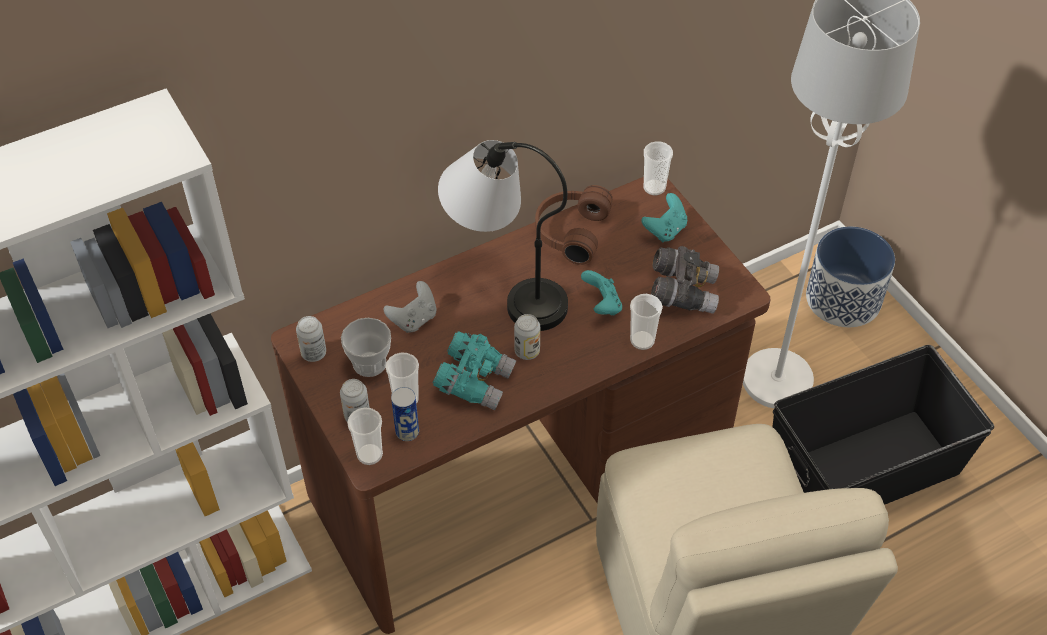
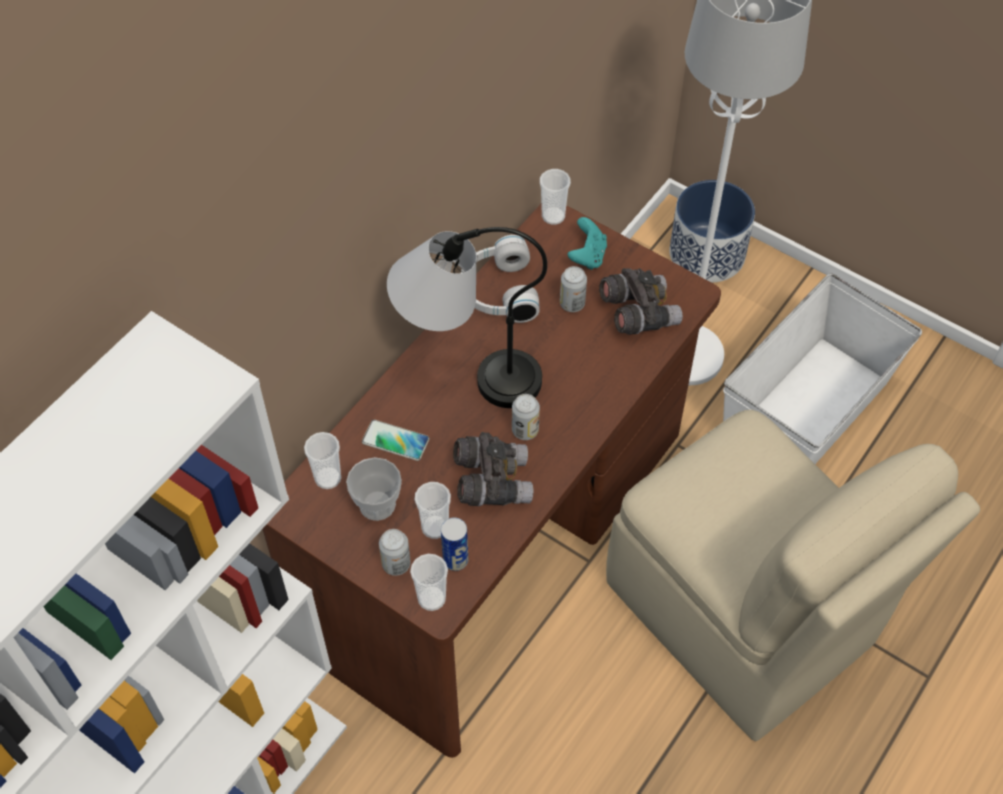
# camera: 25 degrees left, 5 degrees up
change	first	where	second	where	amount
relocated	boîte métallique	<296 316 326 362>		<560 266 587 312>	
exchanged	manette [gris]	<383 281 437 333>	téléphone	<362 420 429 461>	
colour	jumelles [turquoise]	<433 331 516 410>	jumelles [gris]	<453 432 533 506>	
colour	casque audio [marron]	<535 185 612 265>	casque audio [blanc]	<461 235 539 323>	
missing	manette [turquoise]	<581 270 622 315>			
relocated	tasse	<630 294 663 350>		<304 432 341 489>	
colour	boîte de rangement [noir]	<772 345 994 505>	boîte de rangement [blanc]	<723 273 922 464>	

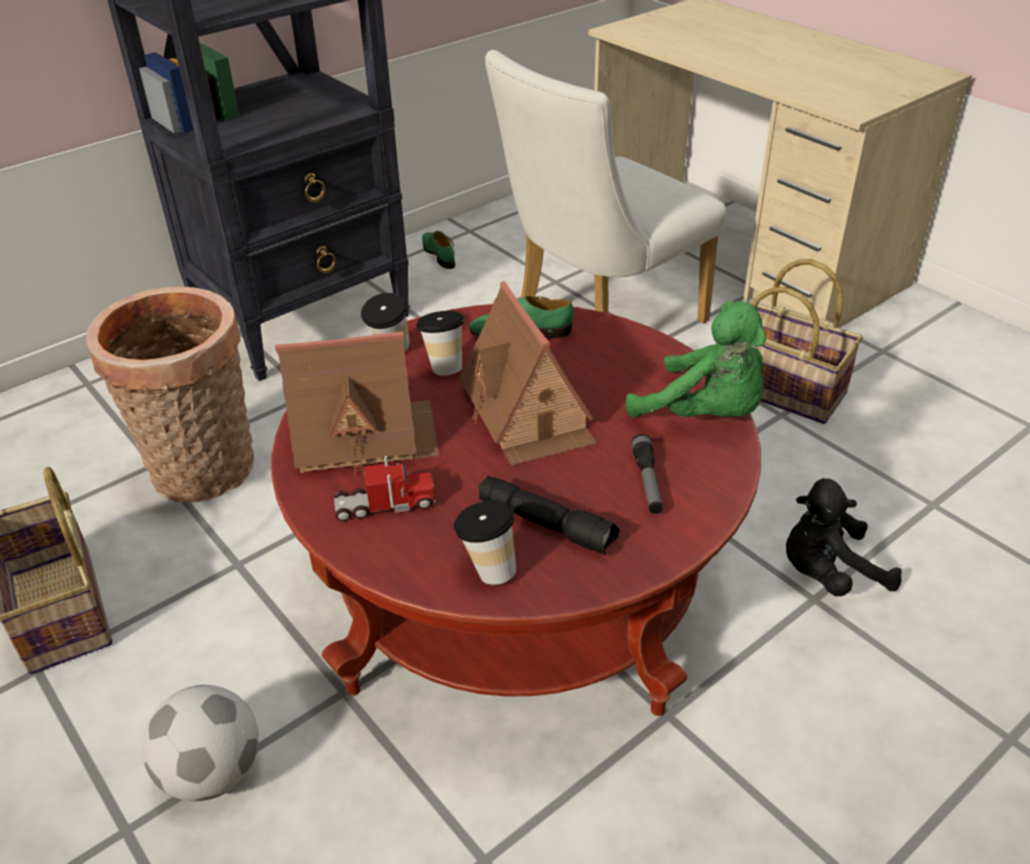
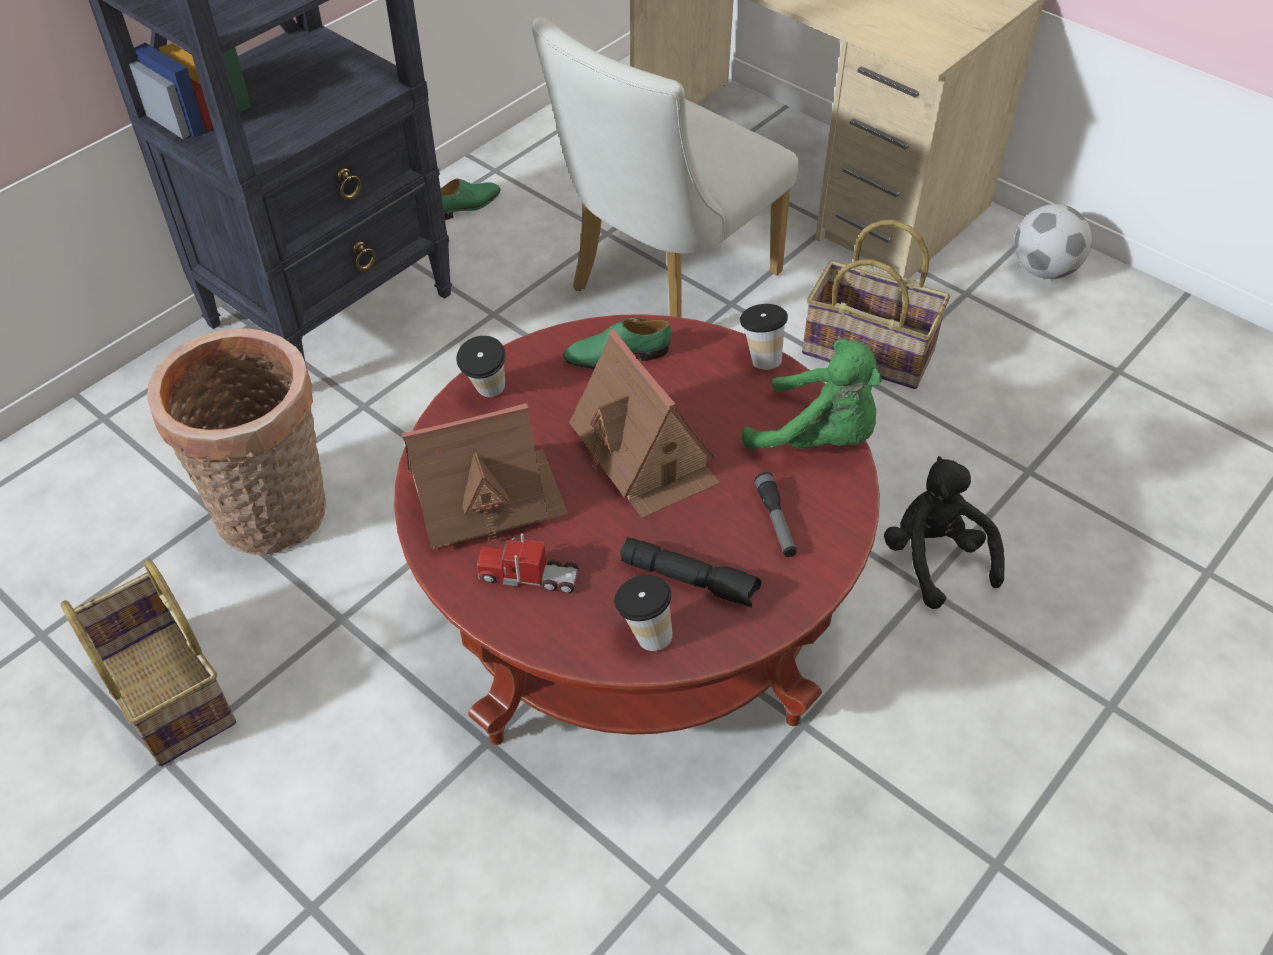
# camera: 10 degrees left, 10 degrees up
change	first	where	second	where	amount
relocated	ballon de foot	<142 685 259 801>		<1014 204 1092 279>	
spun	camion jouet	<333 456 436 521>		<477 533 579 593>	150 degrees counterclockwise
relocated	tasse	<416 311 464 376>		<740 304 788 370>	
spun	chaussure [vert]	<422 231 455 269>		<440 179 500 220>	90 degrees clockwise
spun	peluche [noir]	<786 478 902 596>		<884 456 1004 609>	90 degrees clockwise

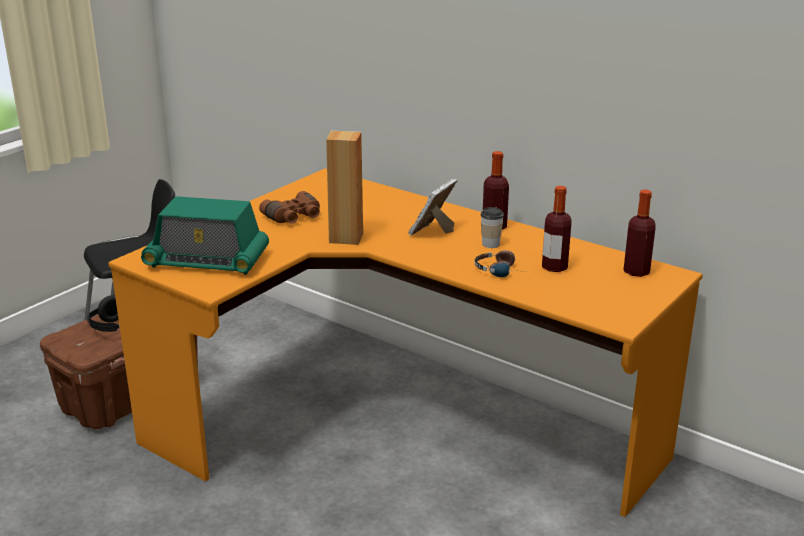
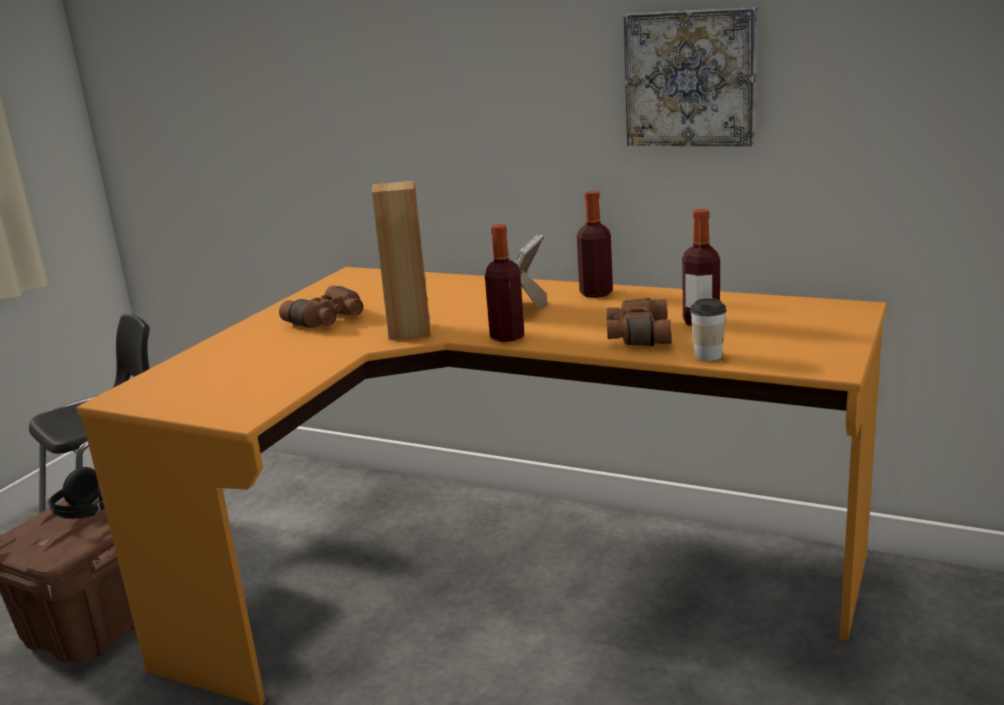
# camera: 10 degrees left, 5 degrees down
change	first	where	second	where	amount
missing	radio	<141 196 269 275>			
exchanged	casque audio	<474 250 526 277>	jumelles [marron]	<607 298 672 346>	
relocated	tasse	<481 207 504 248>		<690 298 727 361>	
relocated	bouteille	<623 189 656 277>		<485 224 524 342>	
appeared			tableau	<623 7 757 146>	

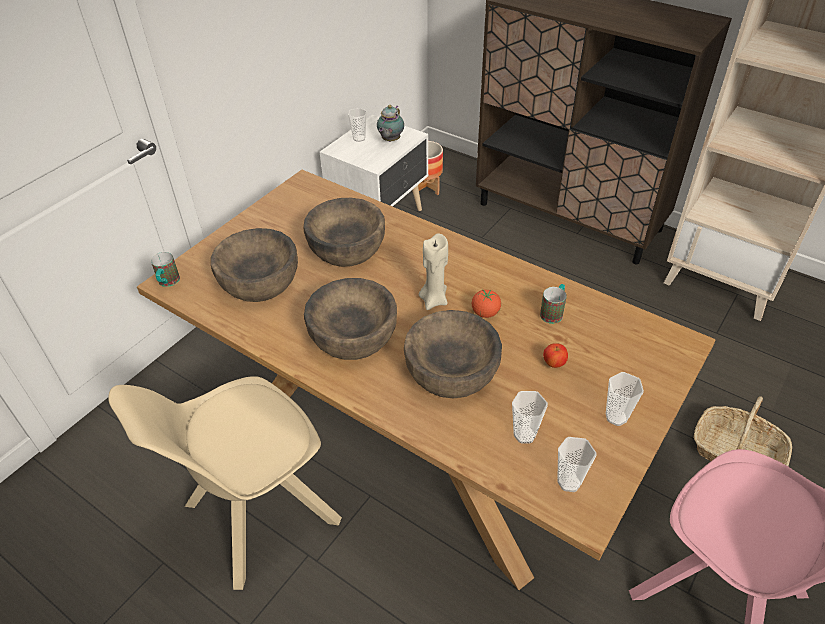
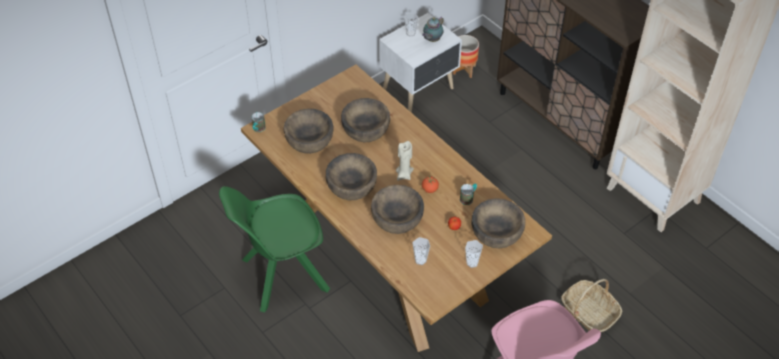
# camera: 15 degrees right, 5 degrees up
change	first	where	second	where	amount
colour	chaise [beige]	<108 376 342 590>	chaise [vert]	<219 186 330 312>	
missing	tasse	<557 437 597 492>			
appeared			bol [marron]	<471 198 525 248>	

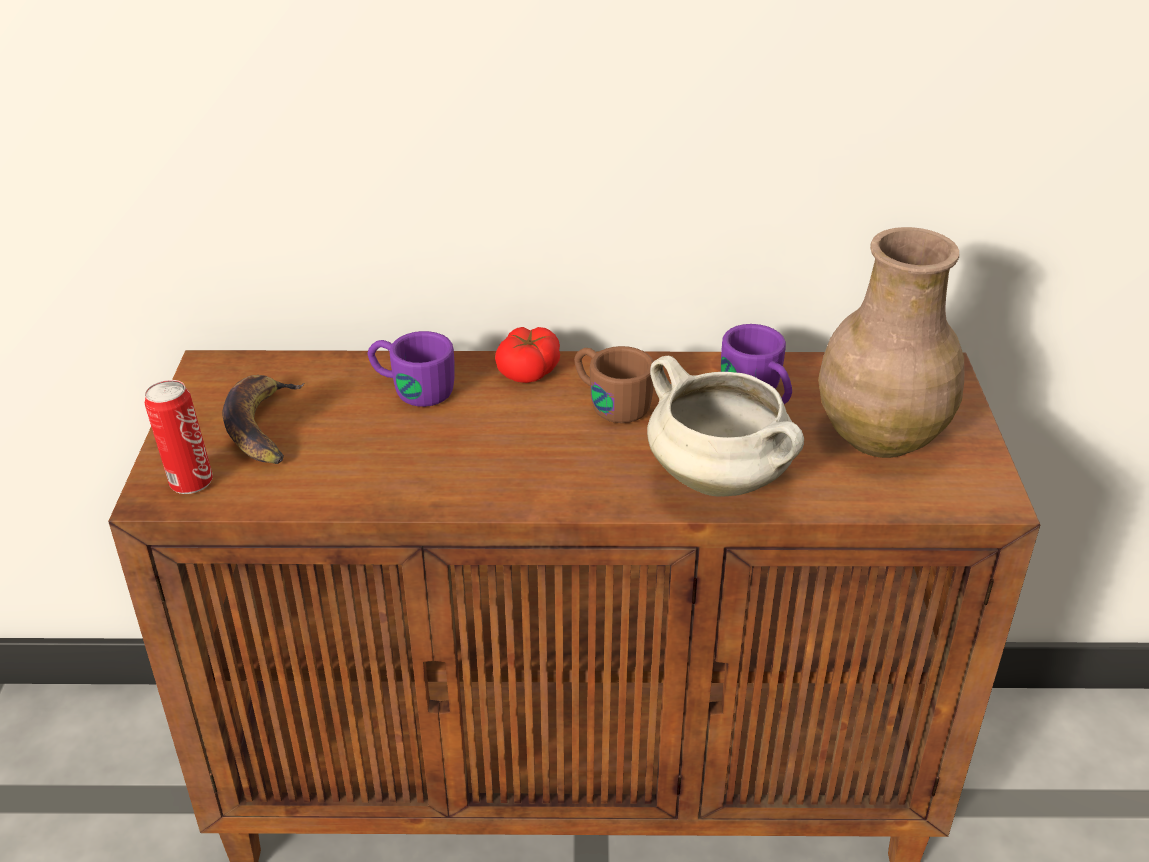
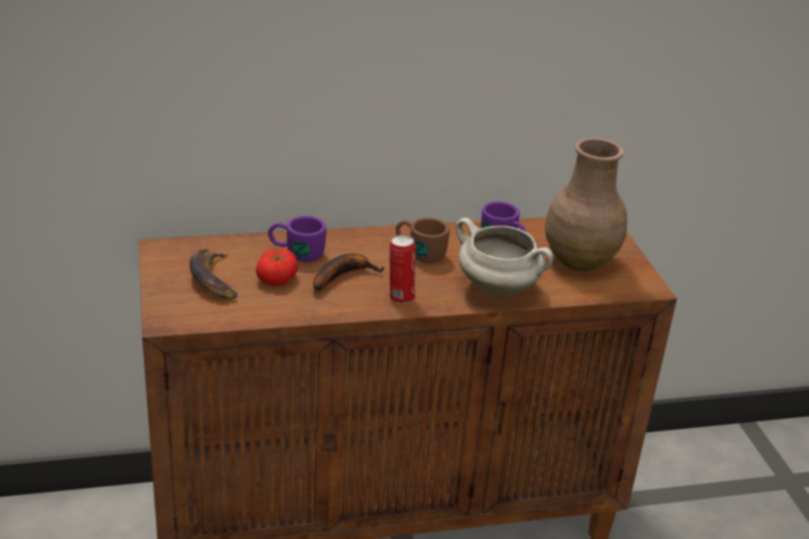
# camera: 15 degrees left, 5 degrees down
change	first	where	second	where	amount
relocated	boîte métallique	<145 380 213 494>		<389 235 416 304>	
relocated	tomate	<495 327 560 383>		<256 249 298 286>	
appeared			banane	<313 253 384 291>	

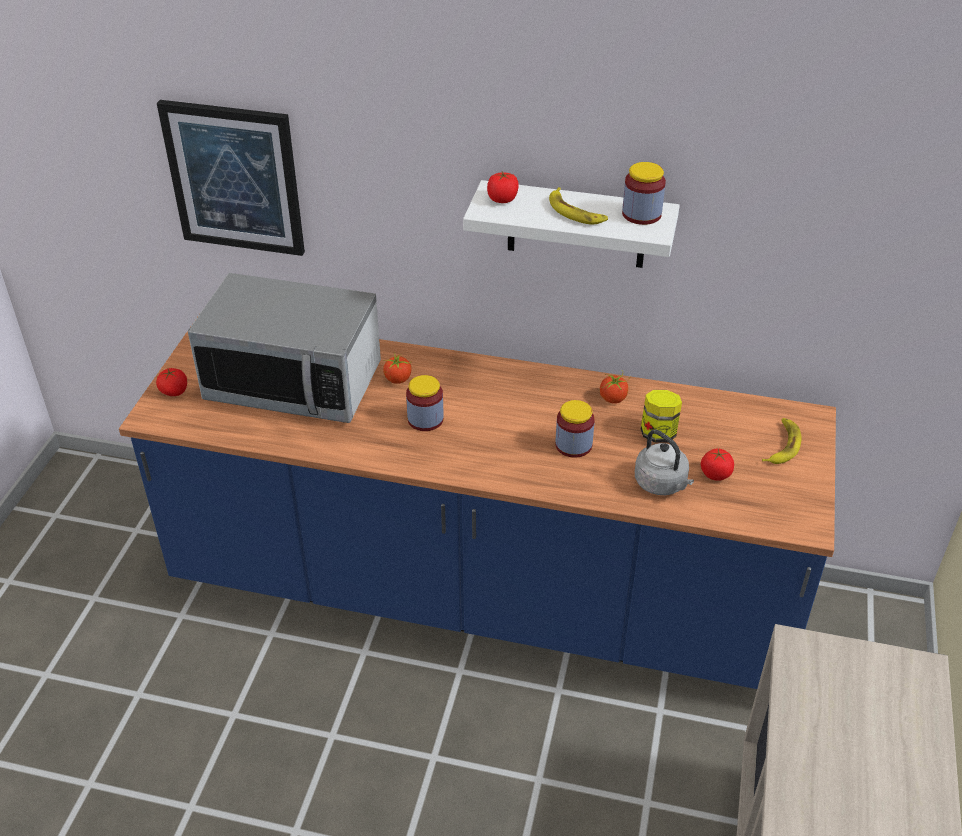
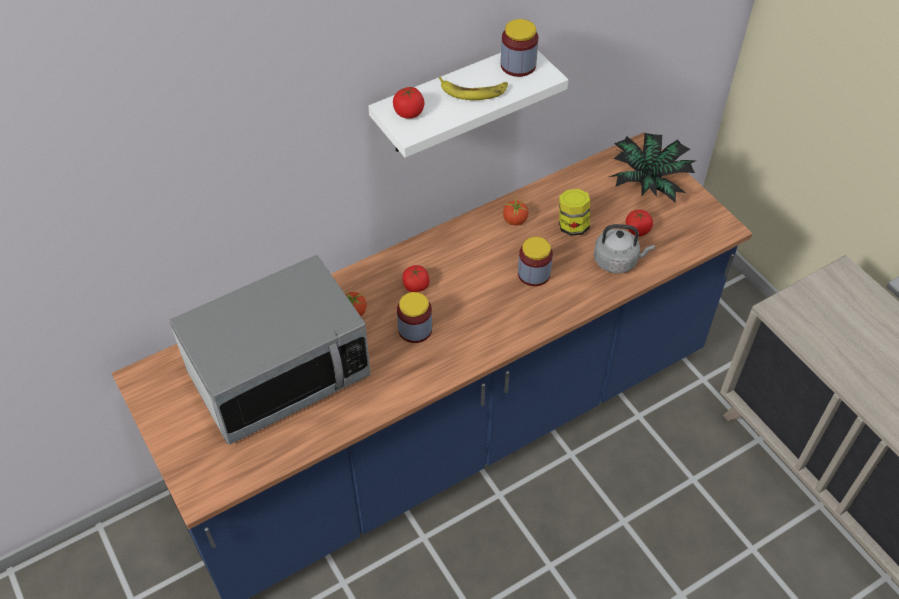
# camera: 45 degrees left, 10 degrees up
change	first	where	second	where	amount
relocated	tomate	<156 368 187 396>		<402 265 429 292>	
missing	tableau	<157 100 305 256>			
exchanged	banane	<762 418 801 464>	plante en pot	<610 133 697 203>	

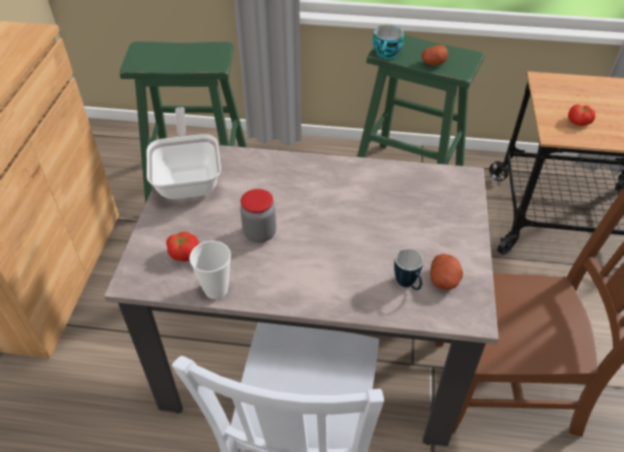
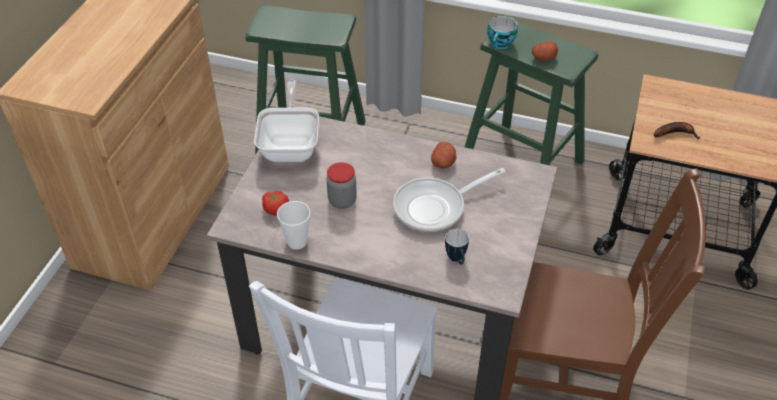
# camera: 10 degrees right, 0 degrees up
change	first	where	second	where	amount
relocated	pomme de terre	<430 254 463 290>		<431 142 457 169>	
exchanged	tomate	<568 104 595 126>	banane	<654 122 700 139>	
appeared			poêle	<393 168 506 232>	

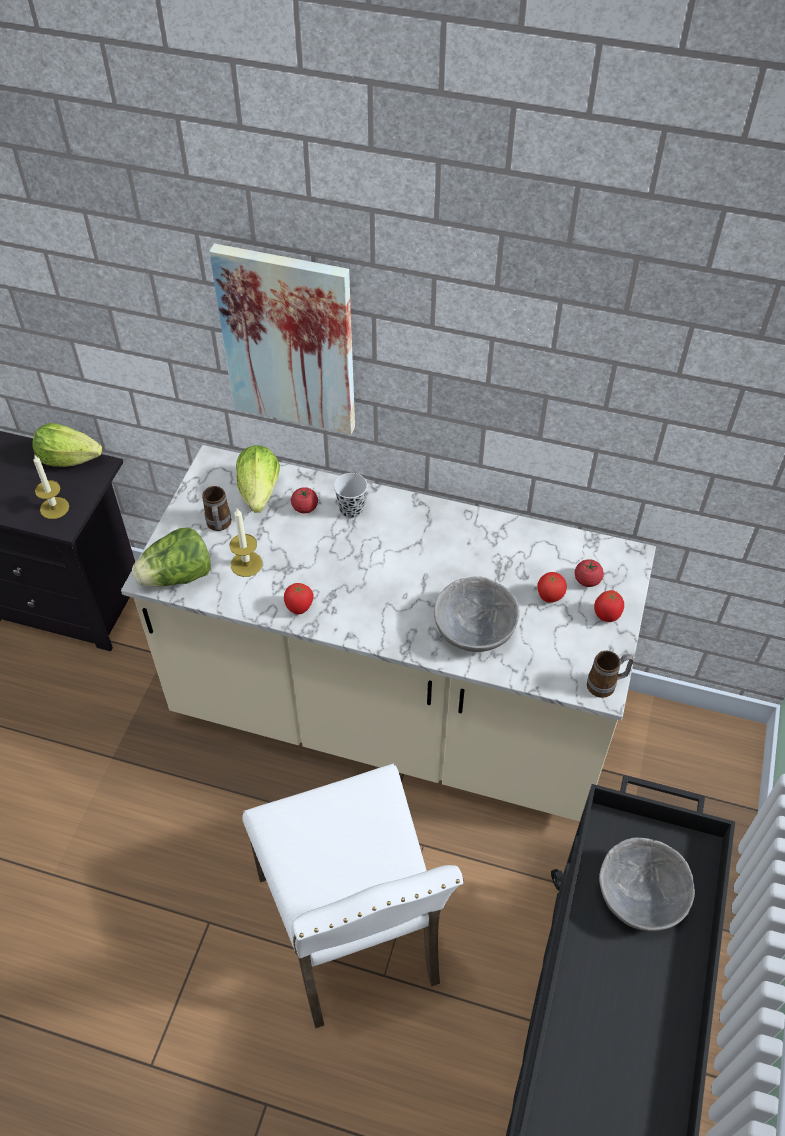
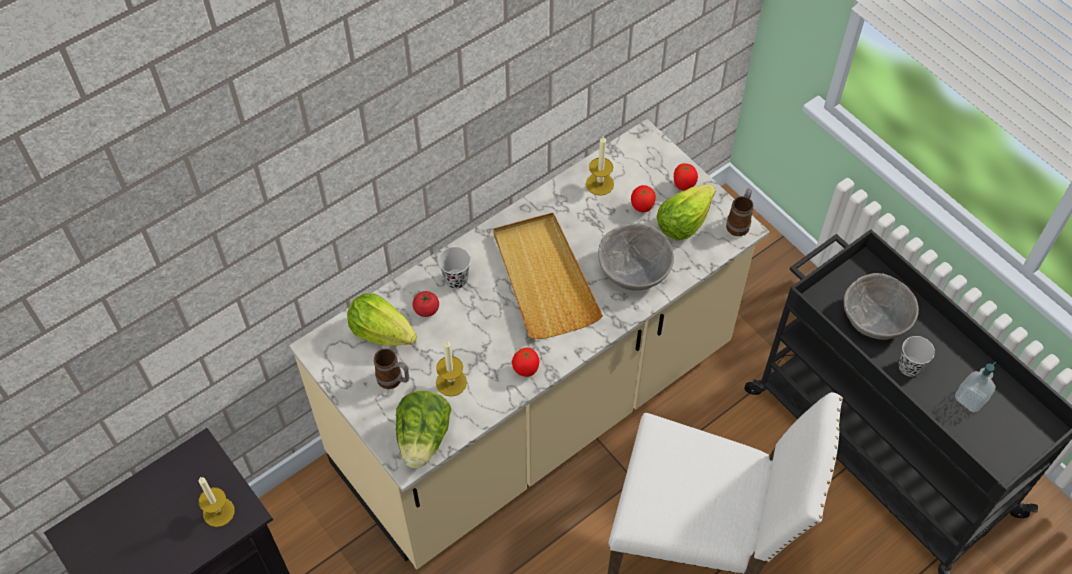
# camera: 55 degrees left, 5 degrees up
change	first	where	second	where	amount
relocated	laitue	<32 423 102 467>		<657 185 715 240>	
missing	tableau	<209 243 355 434>			
missing	tomate	<575 559 604 587>			
appeared			plateau [beige]	<493 213 603 339>	
appeared			bougie	<586 135 614 196>	
appeared			tasse [noir]	<899 336 935 377>	
appeared			distributeur de savon	<955 362 996 412>	

